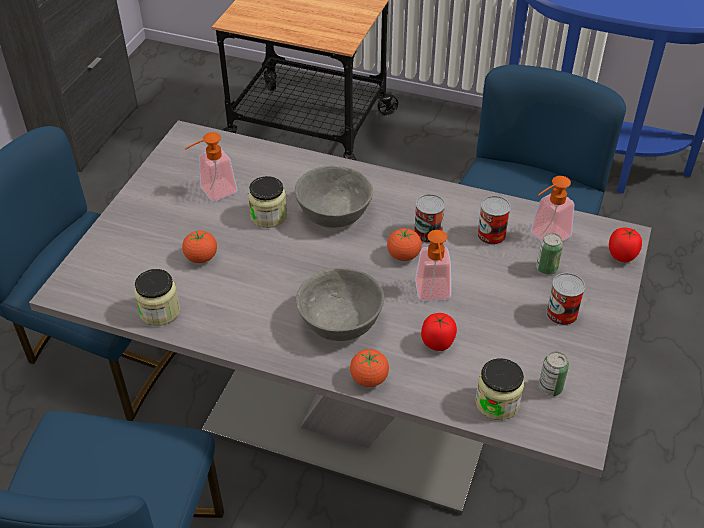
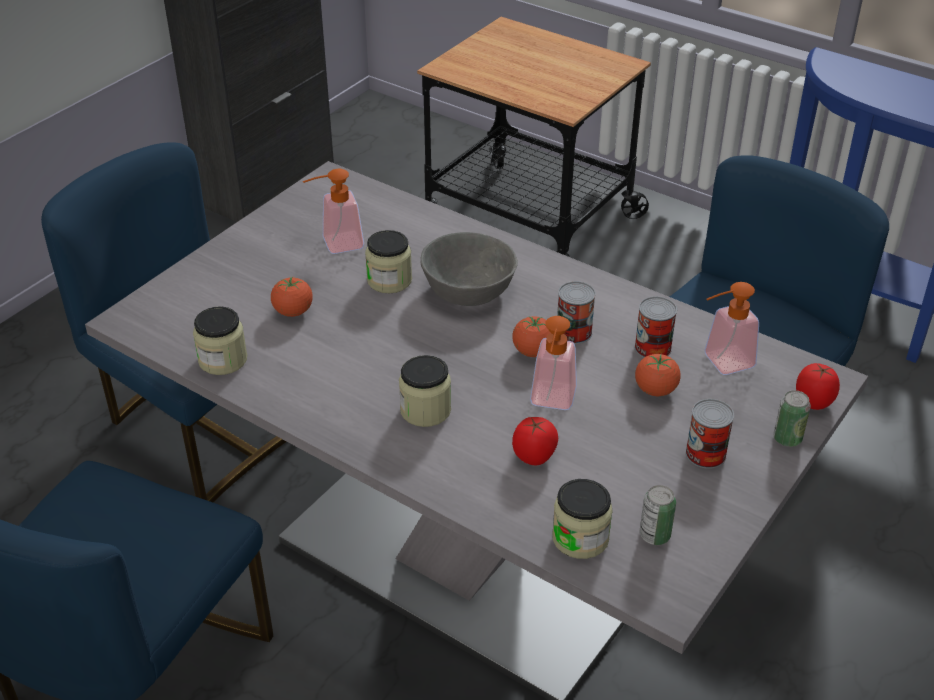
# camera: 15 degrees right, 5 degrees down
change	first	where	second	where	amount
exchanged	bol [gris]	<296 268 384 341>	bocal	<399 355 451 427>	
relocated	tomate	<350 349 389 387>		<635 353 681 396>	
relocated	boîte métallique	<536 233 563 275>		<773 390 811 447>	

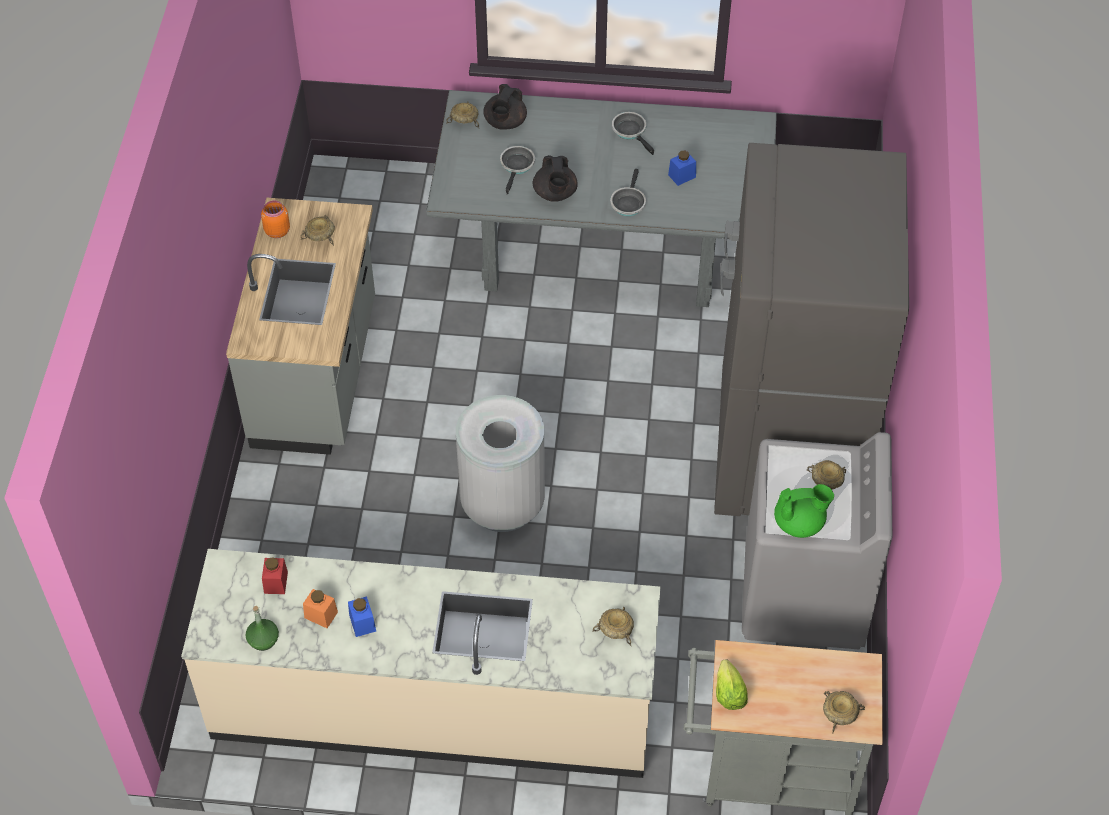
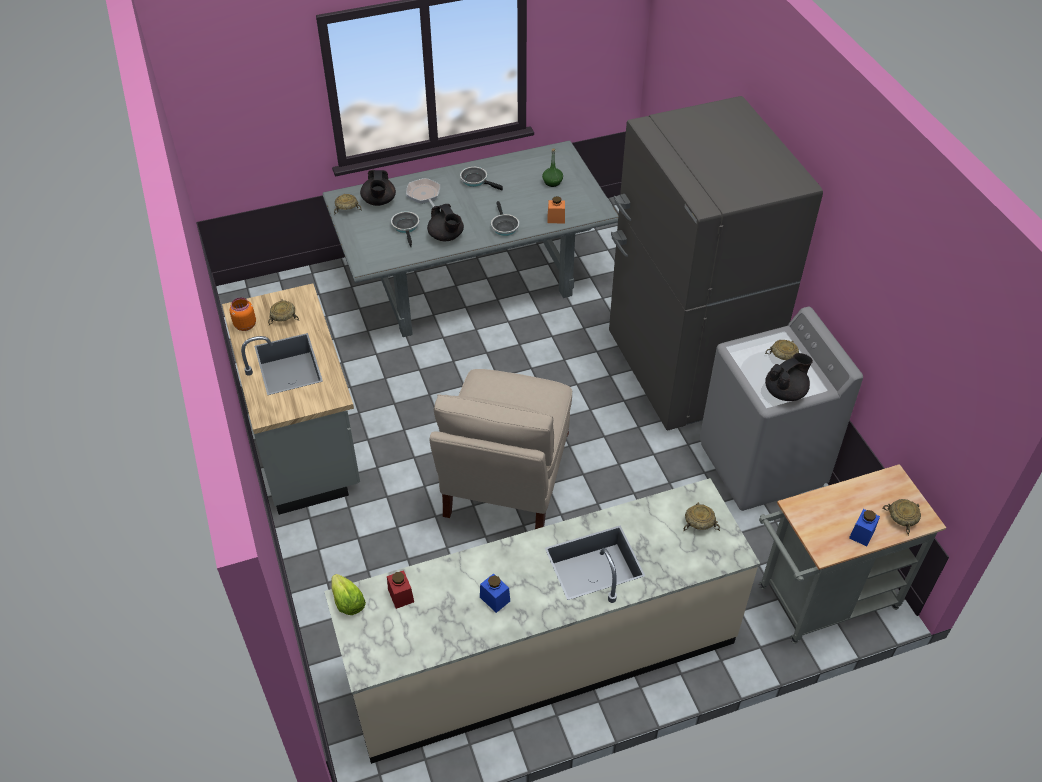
# camera: 25 degrees left, 5 degrees down
change	first	where	second	where	amount
relocated	bouteille [vert]	<246 606 279 651>		<542 148 563 187>	
relocated	bocal [orange]	<303 589 338 628>		<547 196 565 224>	
exchanged	poubelle [gris]	<456 395 545 532>	chaise [beige]	<429 369 572 529>	
relocated	bocal [bleu]	<668 150 696 186>		<849 509 880 547>	
relocated	laitue	<716 660 748 710>		<331 574 366 615>	
colour	théière [vert]	<774 484 834 538>	théière [noir]	<765 353 813 401>	
appeared			poêle	<406 178 440 207>	

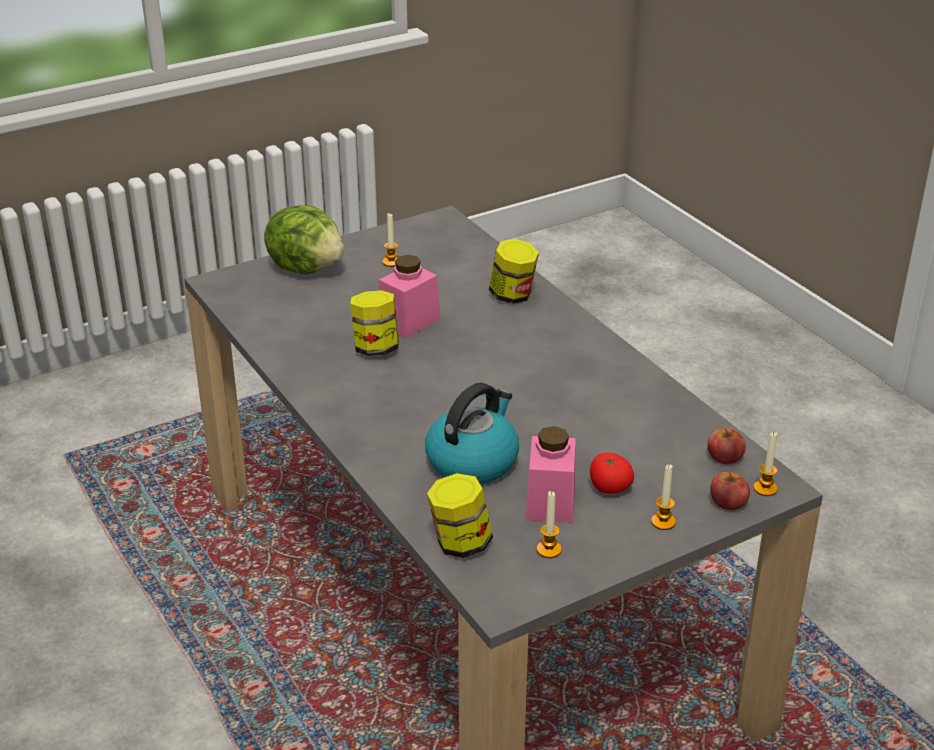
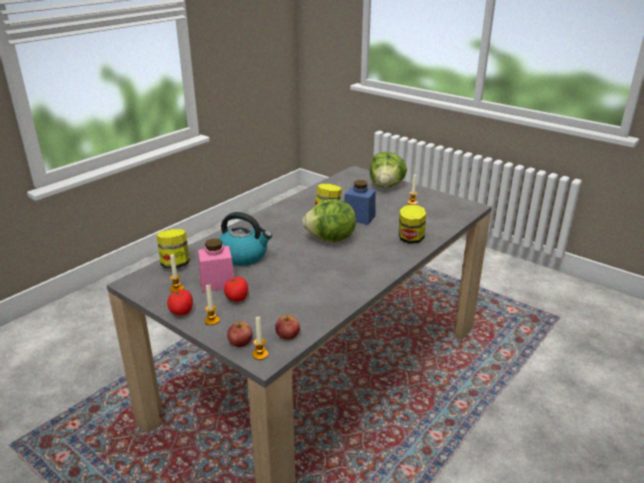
# camera: 70 degrees right, 5 degrees down
change	first	where	second	where	amount
colour	bocal [rose]	<379 255 440 338>	bocal [bleu]	<344 180 376 225>	
appeared			tomate	<167 290 193 315>	
appeared			laitue	<302 199 356 242>	

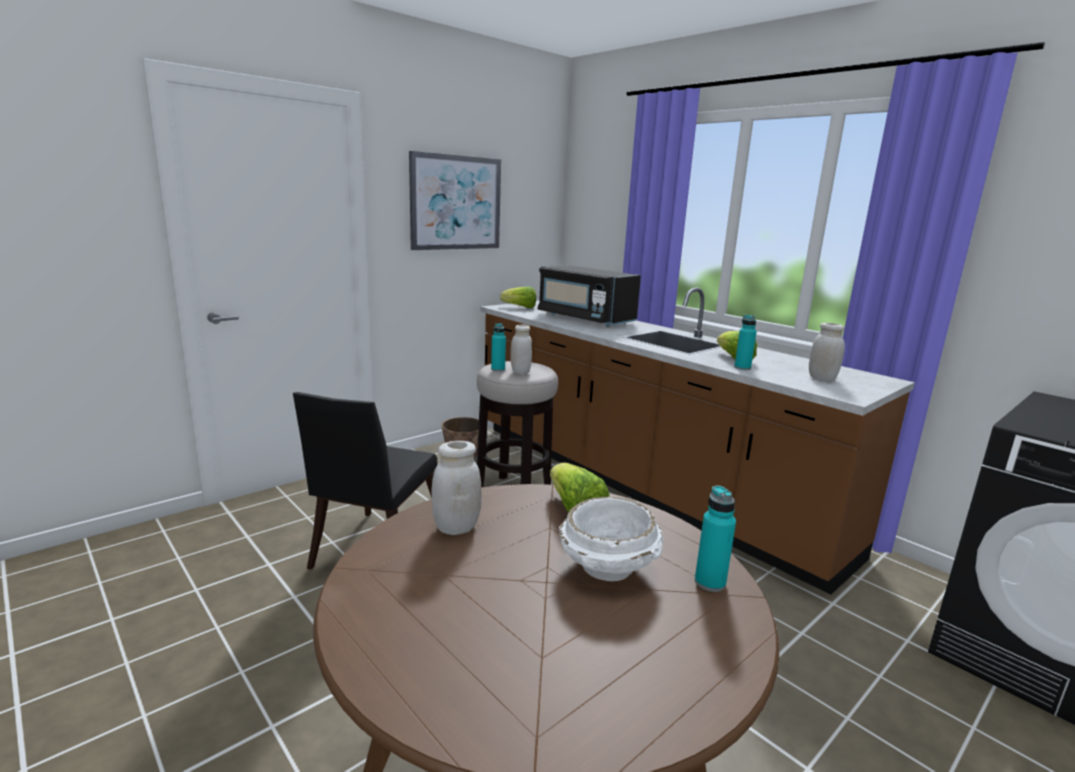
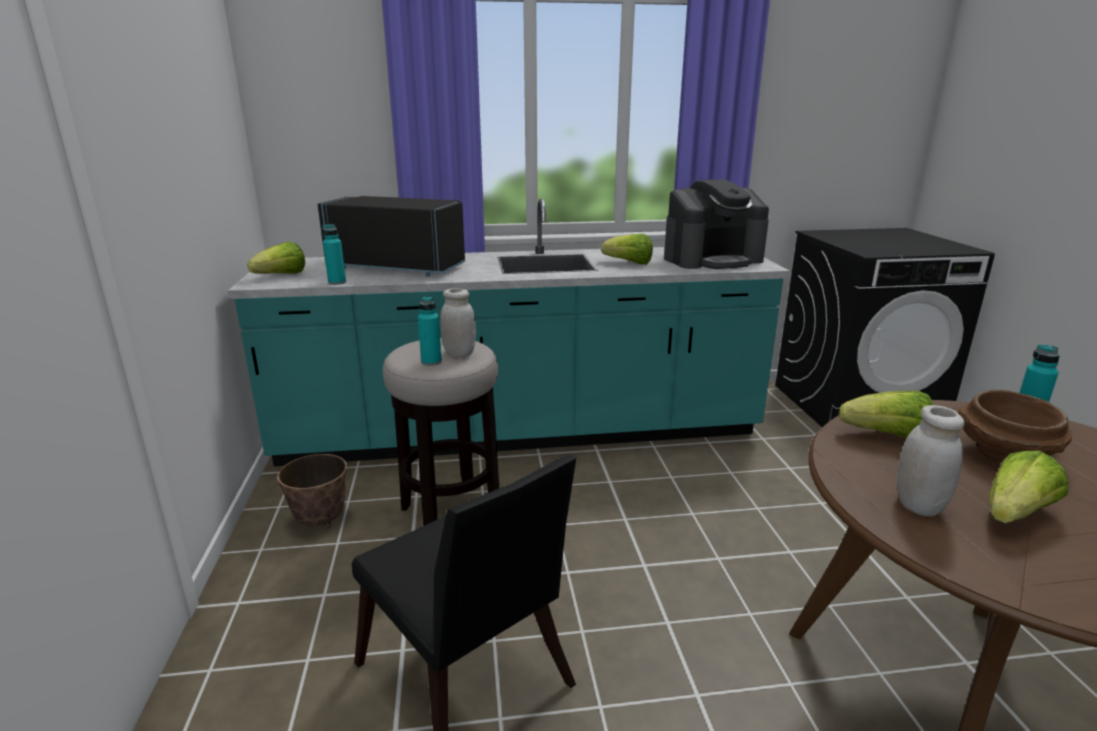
# camera: 55 degrees left, 5 degrees up
change	first	where	second	where	amount
missing	tableau	<409 151 501 250>			
colour	comptoir de cuisine [marron]	<480 287 915 594>	comptoir de cuisine [turquoise]	<228 198 790 466>	
spun	micro-ondes [noir]	<538 265 641 327>		<318 196 465 276>	150 degrees counterclockwise
colour	bol [blanc]	<559 497 664 581>	bol [marron]	<958 390 1072 463>	
relocated	bouteille [turquoise]	<734 314 757 370>		<322 224 346 285>	
exchanged	bocal [blanc]	<809 323 845 381>	machine à café	<664 179 769 269>	
appeared			laitue	<989 451 1068 523>	

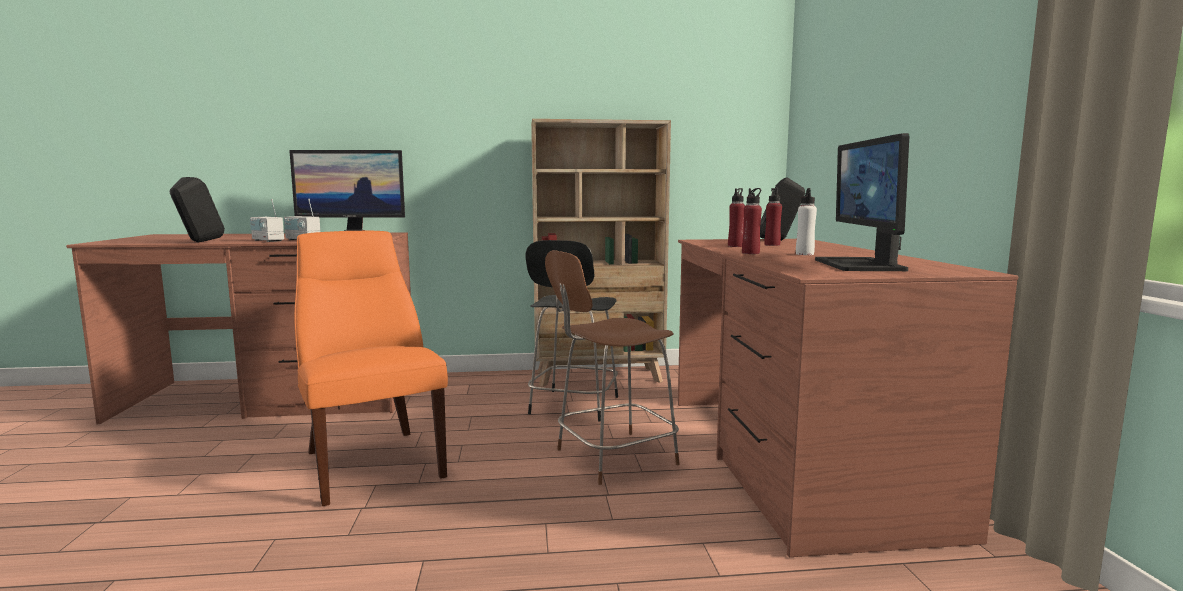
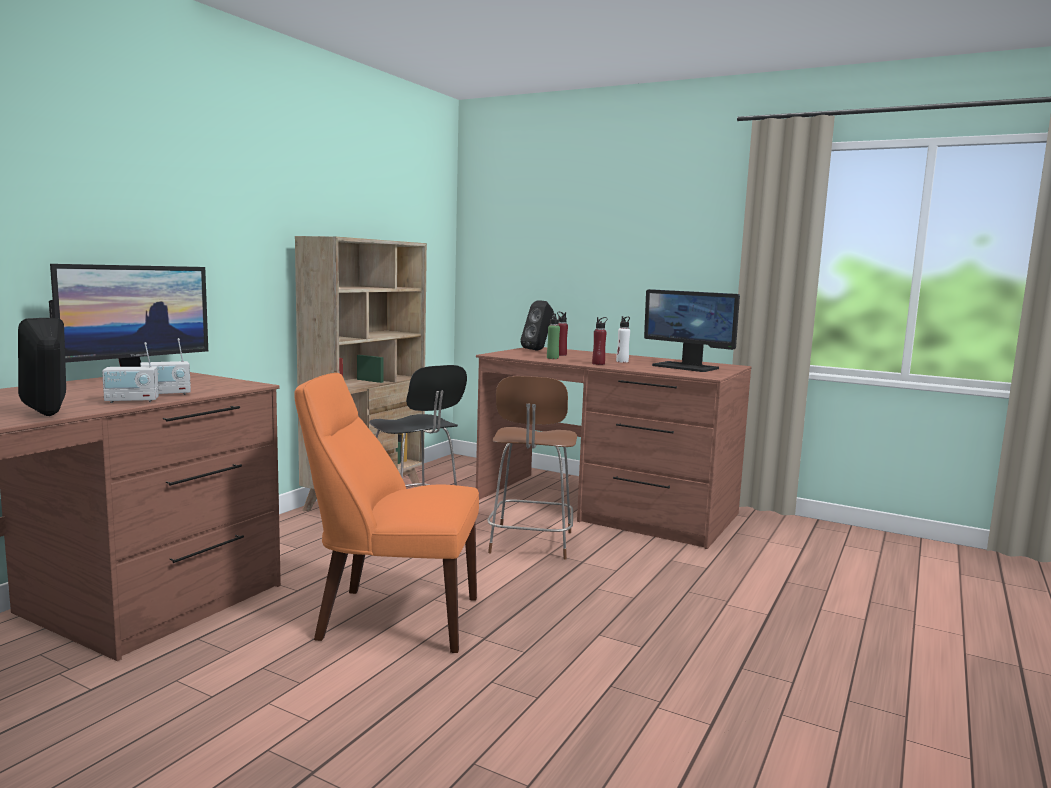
# camera: 55 degrees left, 0 degrees up
change	first	where	second	where	amount
colour	bouteille [rouge]	<728 188 745 247>	bouteille [vert]	<547 313 560 359>	

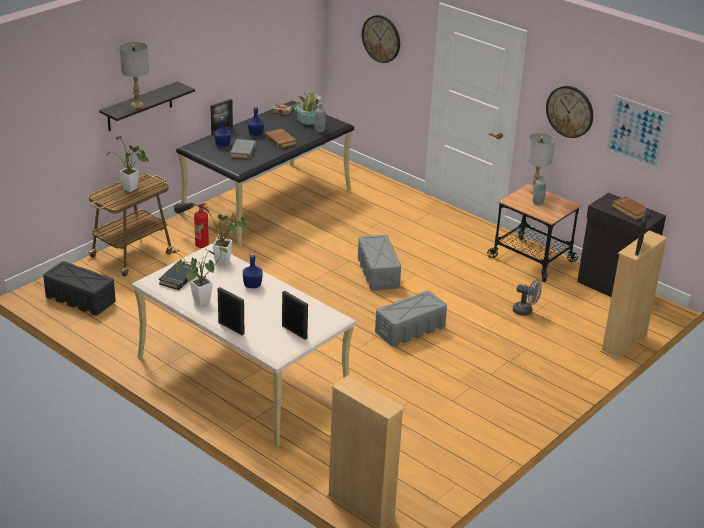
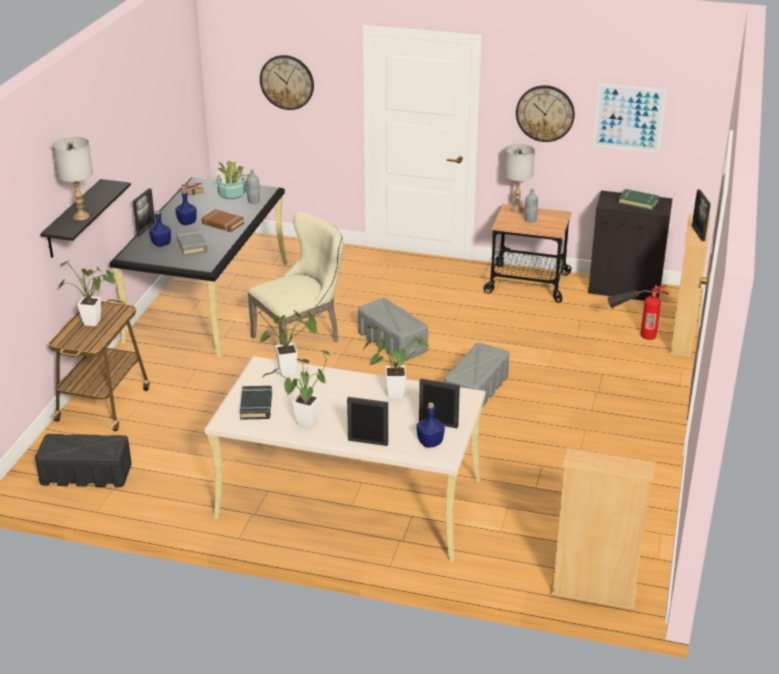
# camera: 25 degrees left, 0 degrees up
change	first	where	second	where	amount
relocated	extincteur	<174 203 209 248>		<608 285 669 340>	
relocated	bouteille [bleu]	<243 253 263 288>		<417 403 445 448>	
missing	ventilateur [gris]	<513 279 542 316>			
colour	livre [marron]	<611 196 651 220>	livre [vert]	<618 189 659 210>	
appeared			chaise [beige]	<247 212 344 344>	
appeared			plante en pot	<362 325 429 399>	

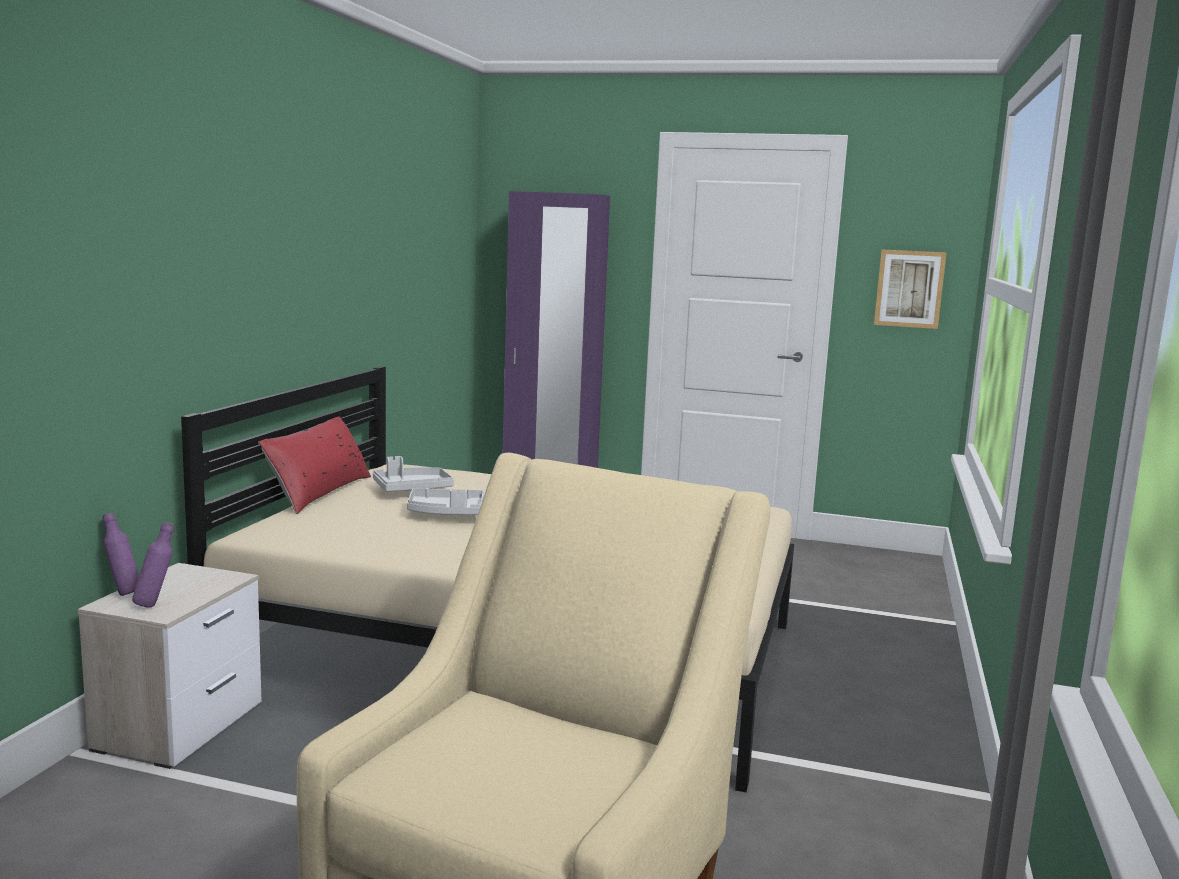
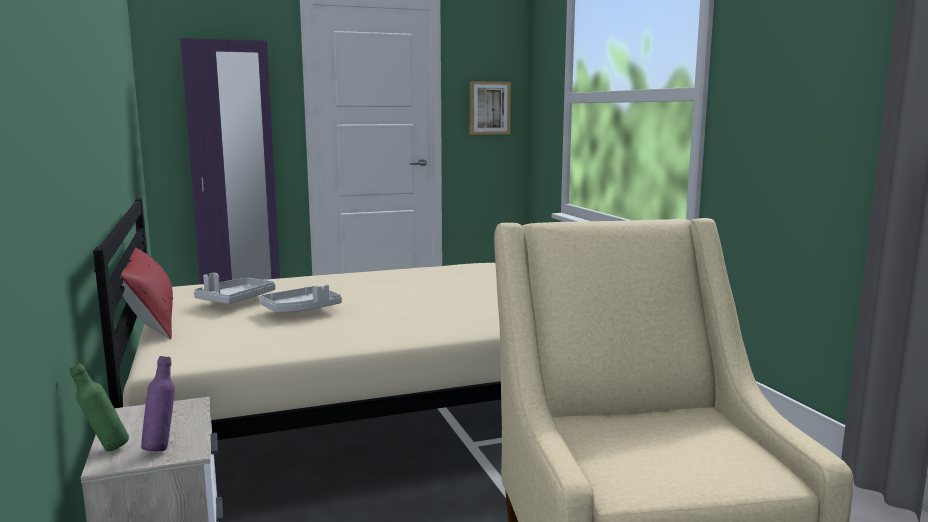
# camera: 35 degrees left, 0 degrees up
change	first	where	second	where	amount
colour	bouteille [violet]	<103 513 139 596>	bouteille [vert]	<70 363 129 451>	

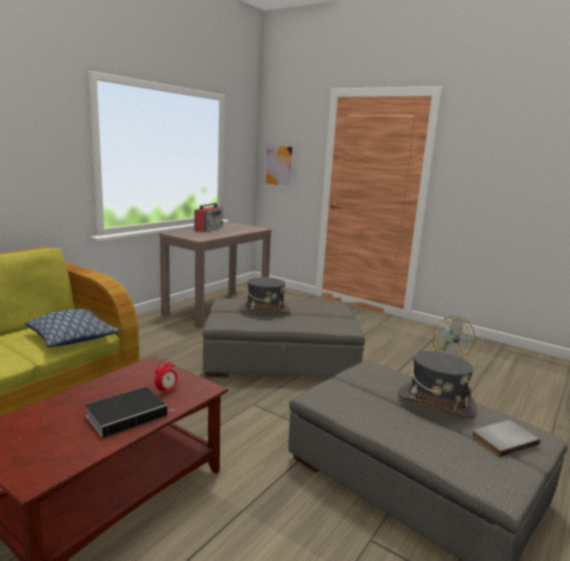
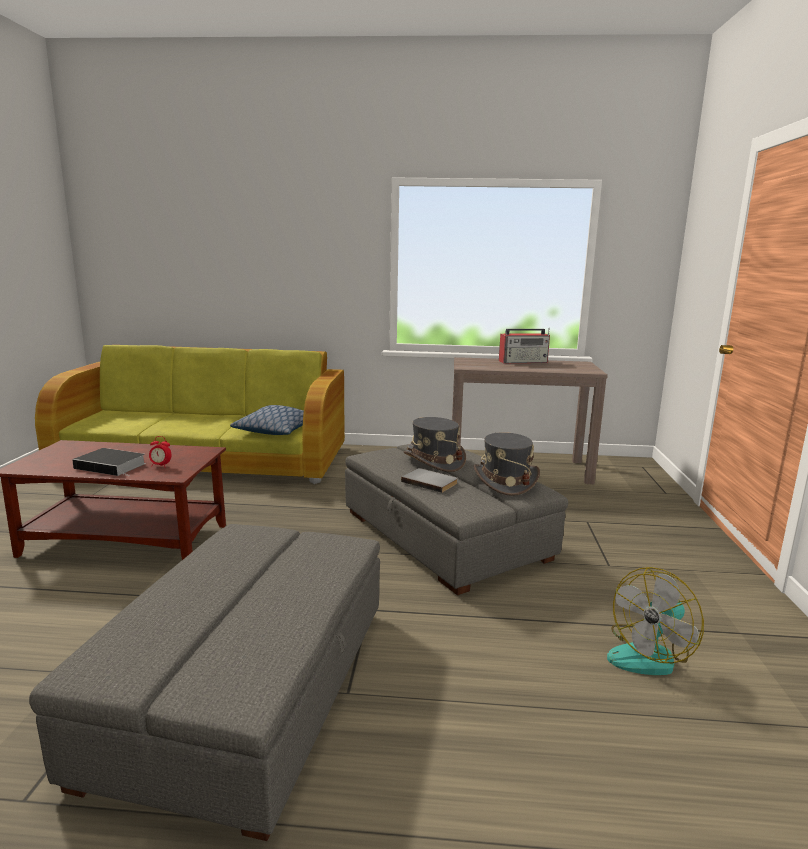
# camera: 60 degrees right, 0 degrees up
change	first	where	second	where	amount
missing	tableau	<264 143 295 189>			
relocated	chapeau [gris]	<398 351 478 418>		<474 432 540 496>	
relocated	livre [gris]	<471 420 541 457>		<401 468 458 493>	

